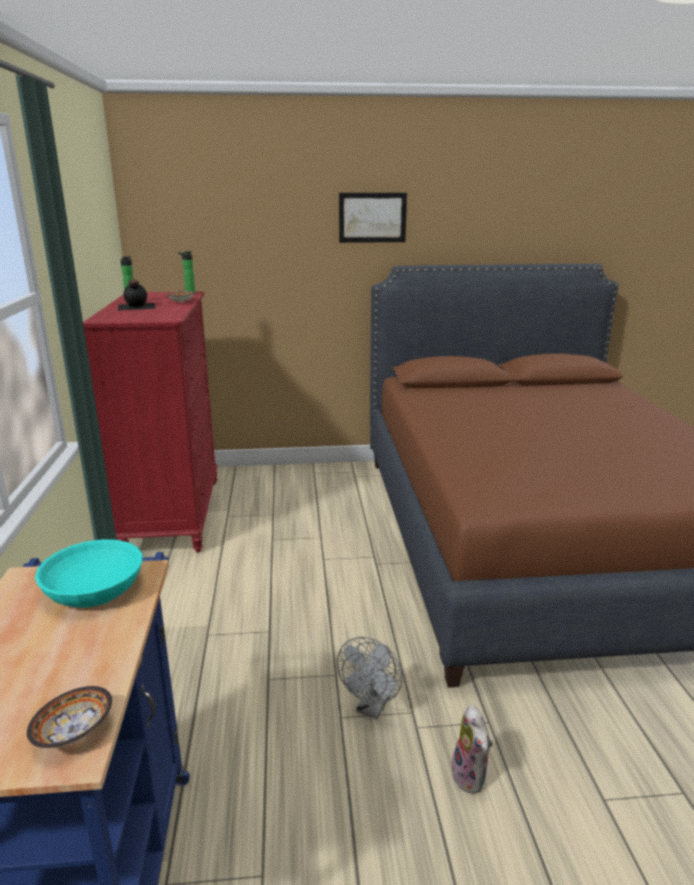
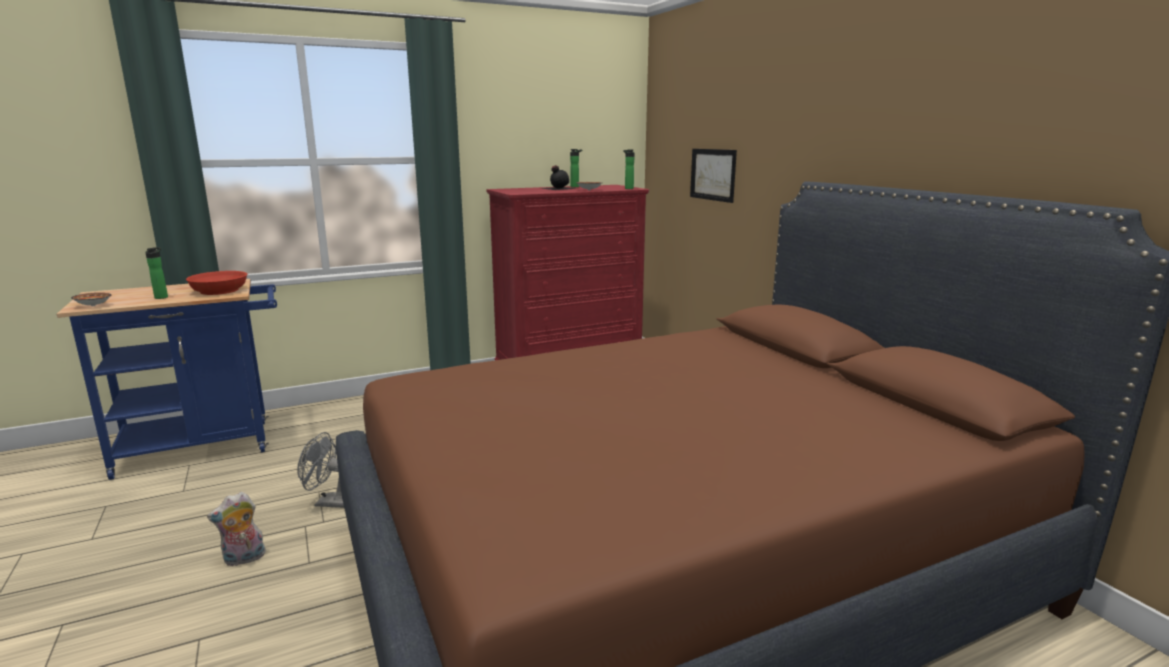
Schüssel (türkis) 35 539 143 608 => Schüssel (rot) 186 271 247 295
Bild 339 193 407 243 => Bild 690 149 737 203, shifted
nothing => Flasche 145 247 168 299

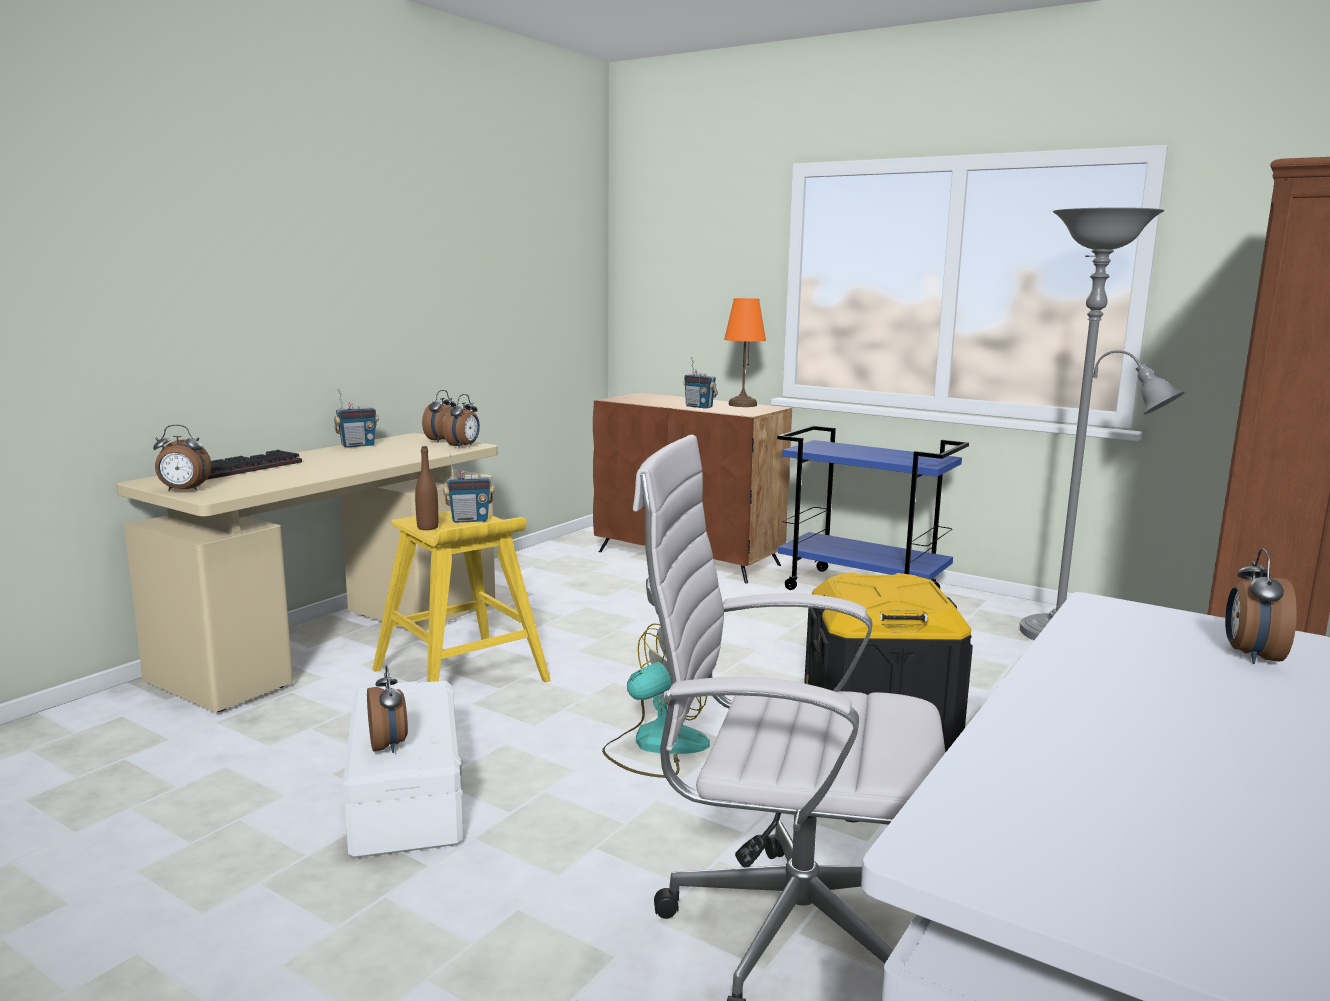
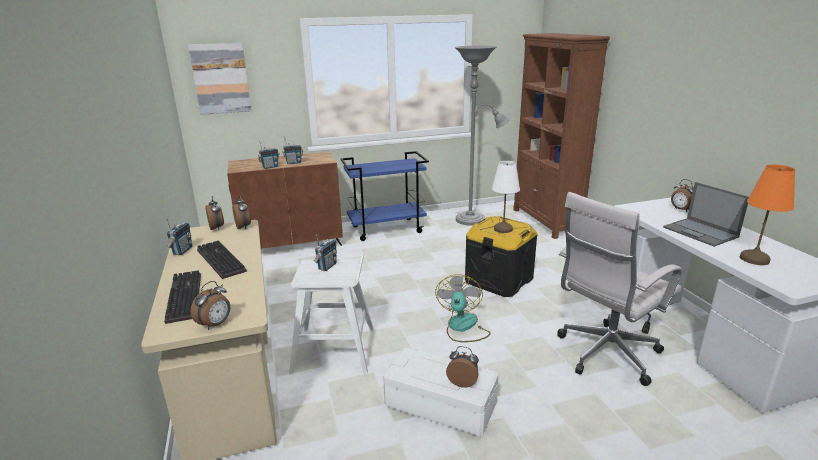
Hocker (gelb) 372 511 551 683 => Hocker (weiß) 289 254 374 374
Flasche (braun) 415 446 438 530 => nothing
Tischlampe (orange) 724 298 766 407 => Tischlampe (orange) 740 165 795 265, shifted
nothing => Bild 188 43 252 115
nothing => Tastatur 197 241 247 279
nothing => Radio 258 141 280 169
nothing => Tischlampe (weiß) 492 161 520 233
nothing => Laptop 663 182 749 247

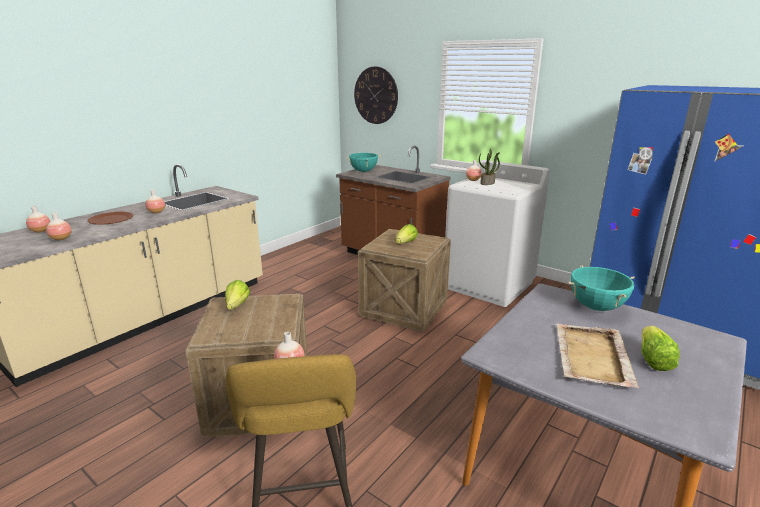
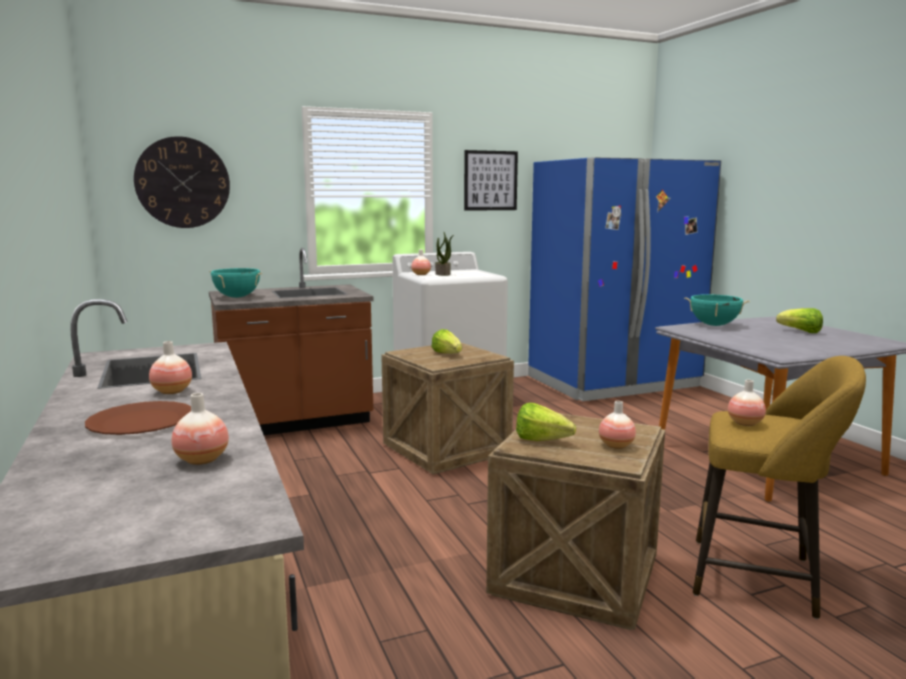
Vase 26 206 51 233 => Vase 599 401 636 449, shifted
Tablett (beige) 556 324 639 388 => nothing
nothing => Bild 464 150 518 211

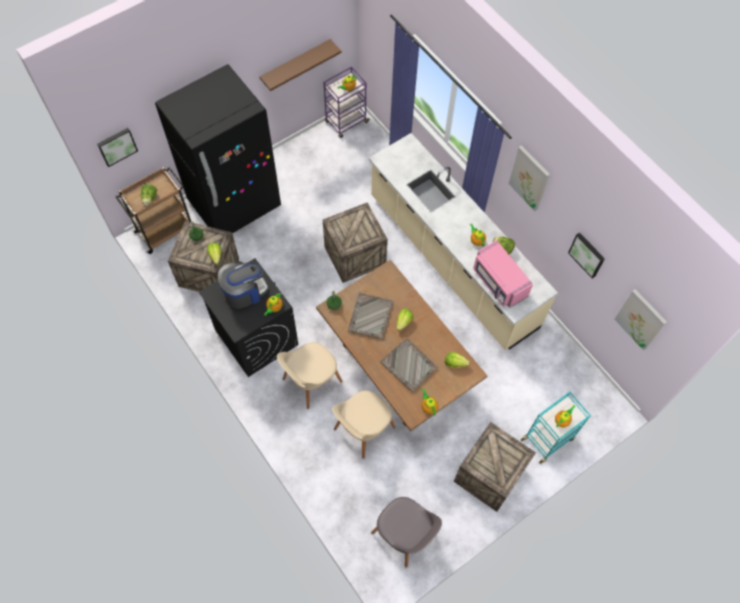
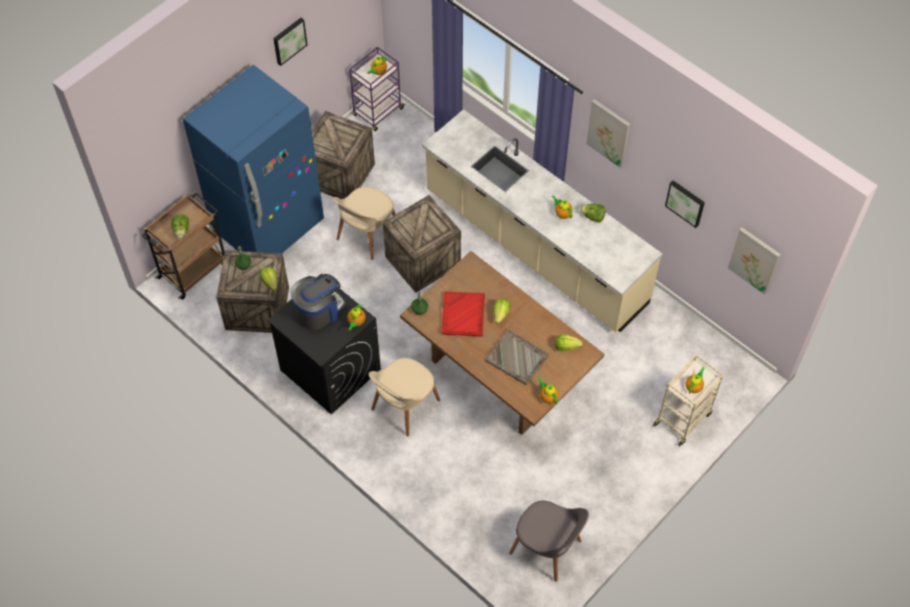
Bild 97 128 138 167 => Bild 273 18 307 66, shifted
Kühlschrank (schwarz) 155 64 281 233 => Kühlschrank (blau) 183 65 324 253
Wandregal (braun) 260 39 342 91 => nothing
Stuhl (beige) 333 390 395 459 => Stuhl (beige) 332 187 396 260, shifted
Tablett (grau) 348 292 394 340 => Tablett (rot) 442 291 485 337
Kiste 454 422 536 512 => Kiste 312 111 375 199, shifted
Mikrowelle (rosa) 473 240 533 308 => nothing
Rollwagen (türkis) 521 392 591 464 => Rollwagen (beige) 653 355 723 446

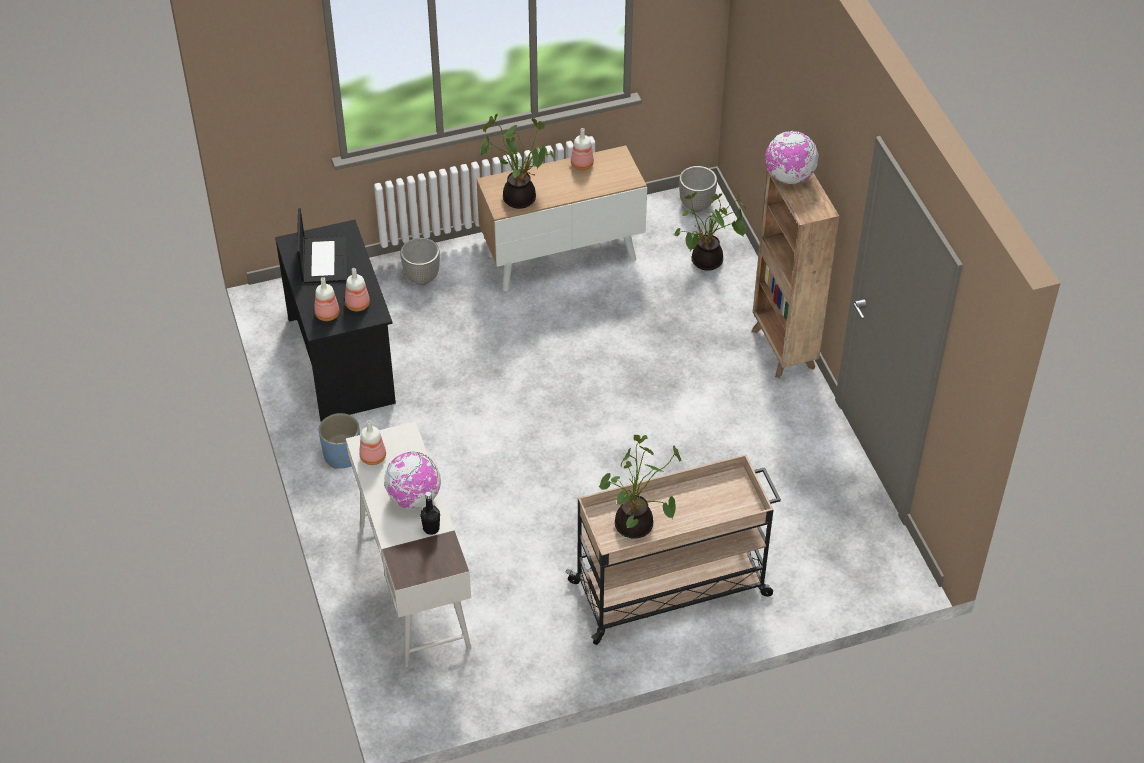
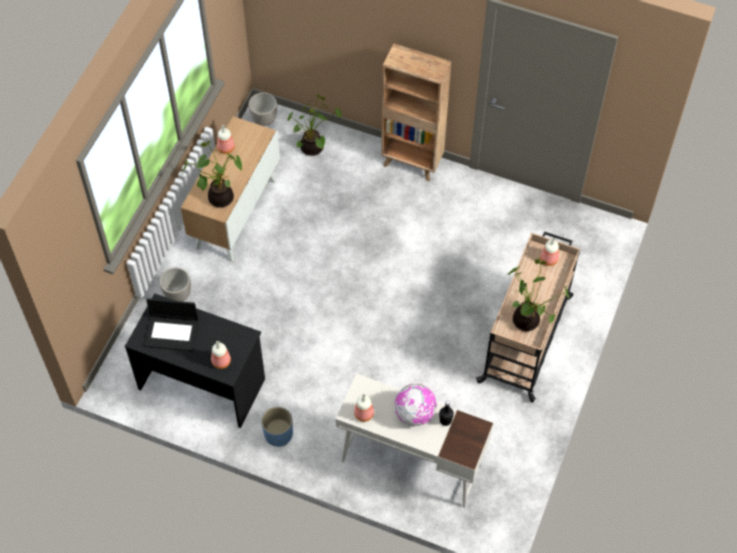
Laptop 297 208 347 284 => Laptop 144 298 199 351, 150 degrees clockwise
Flasche 345 268 370 311 => Flasche 540 237 559 266, shifted
Globus 765 131 819 184 => nothing

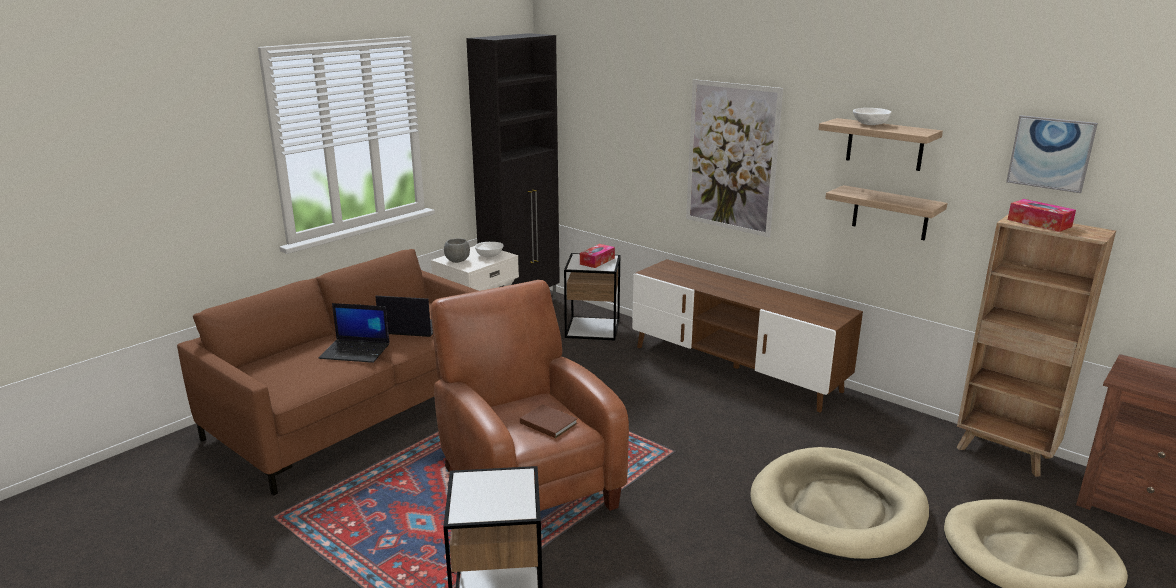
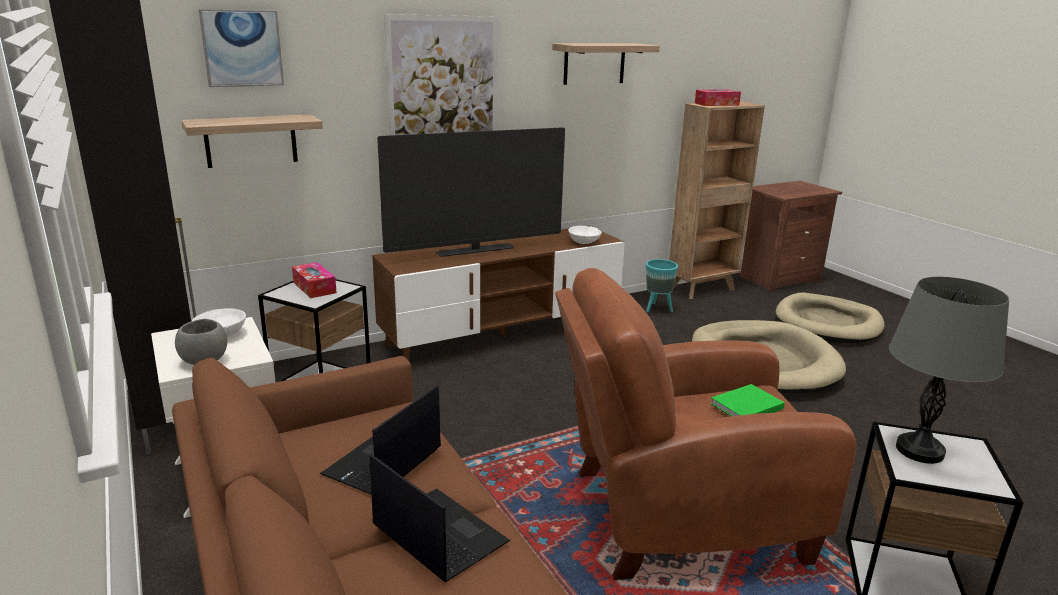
Laptop 318 303 390 363 => Laptop 370 454 510 582, 75 degrees counterclockwise
Buch (braun) 520 404 578 438 => Buch (grün) 711 384 785 416
Wandregal 825 185 947 240 => Wandregal 181 114 323 168, shifted
Schüssel (weiß) 853 108 891 125 => Schüssel (weiß) 568 226 602 244, shifted
Bild 1006 115 1098 193 => Bild 199 9 284 87, shifted
nothing => Fernseher 377 127 565 257
nothing => Pflanzkübel (türkis) 646 259 678 313
nothing => Tischlampe (grau) 889 277 1009 464

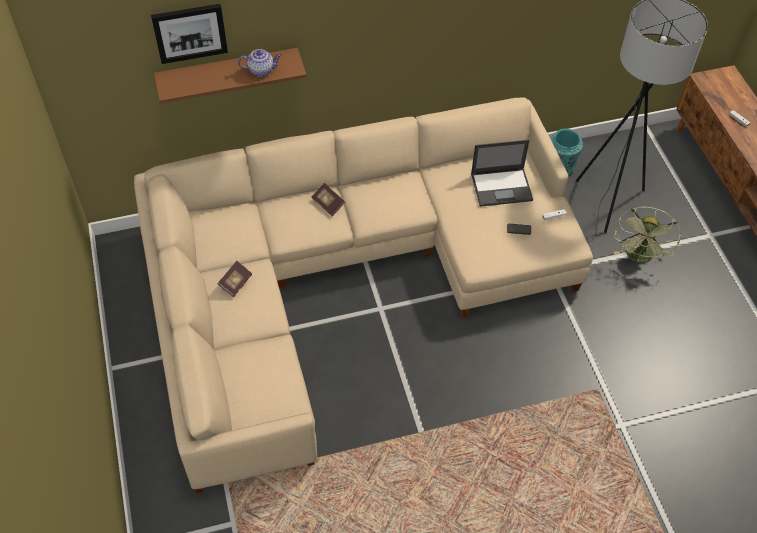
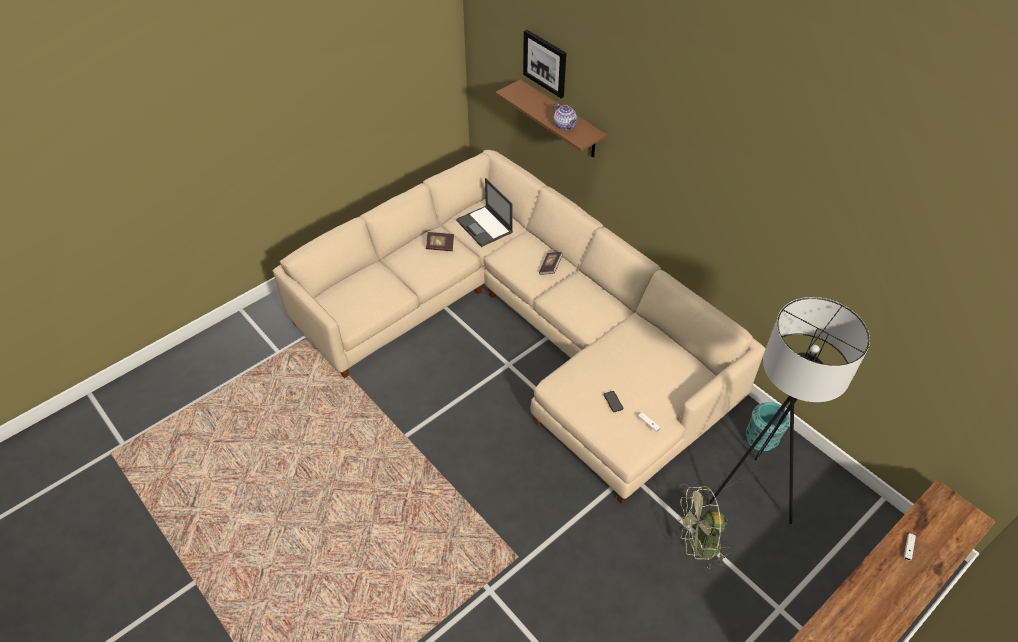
Laptop 471 140 533 207 => Laptop 456 178 513 247, shifted

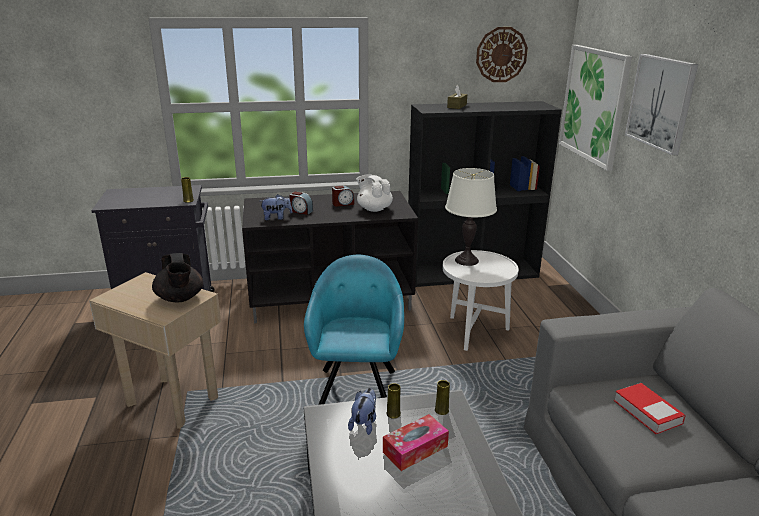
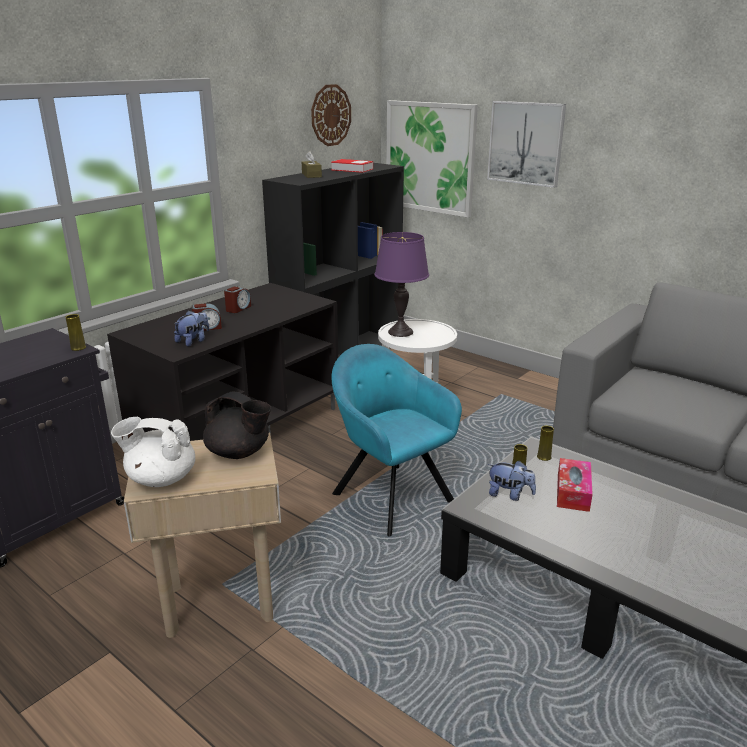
Plüschtier 348 388 376 435 => Plüschtier 488 461 536 501, 135 degrees clockwise
Teekanne (weiß) 356 174 393 212 => Teekanne (weiß) 111 417 195 487, shifted
Tischlampe (weiß) 445 168 497 266 => Tischlampe (lila) 374 232 429 337
Buch 614 383 686 434 => Buch 331 159 373 173, shifted

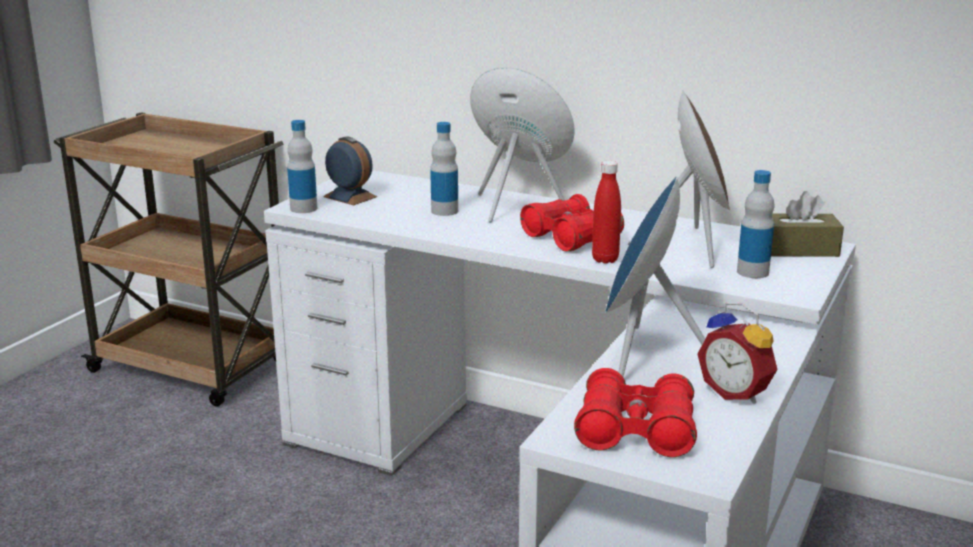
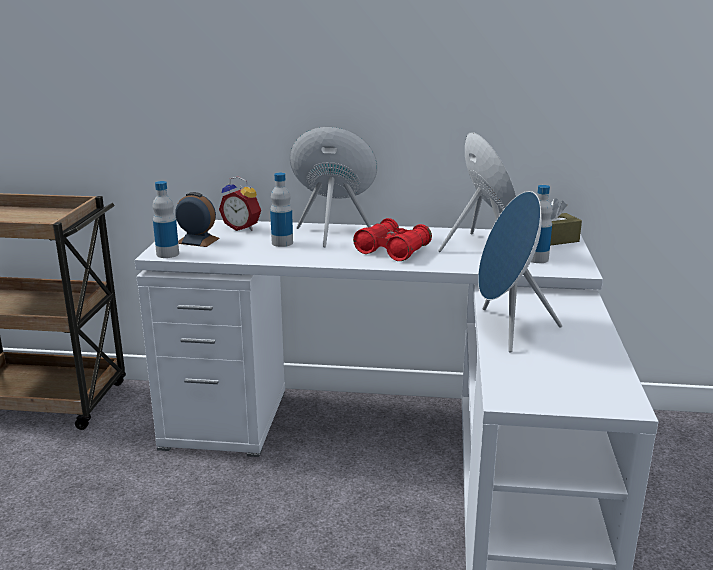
Fernglas (rot) 574 368 697 457 => nothing
Flasche (rot) 592 161 621 264 => nothing
Wecker 698 303 778 404 => Wecker 219 177 261 231, shifted

